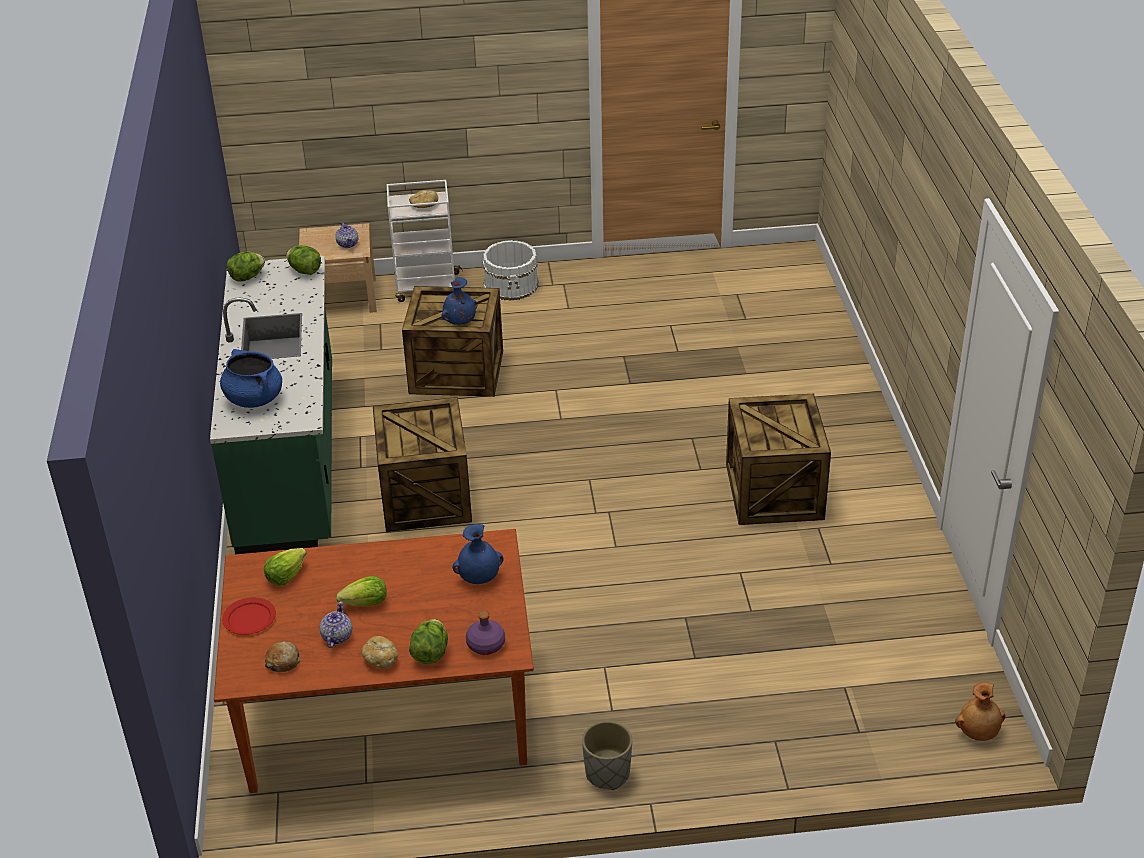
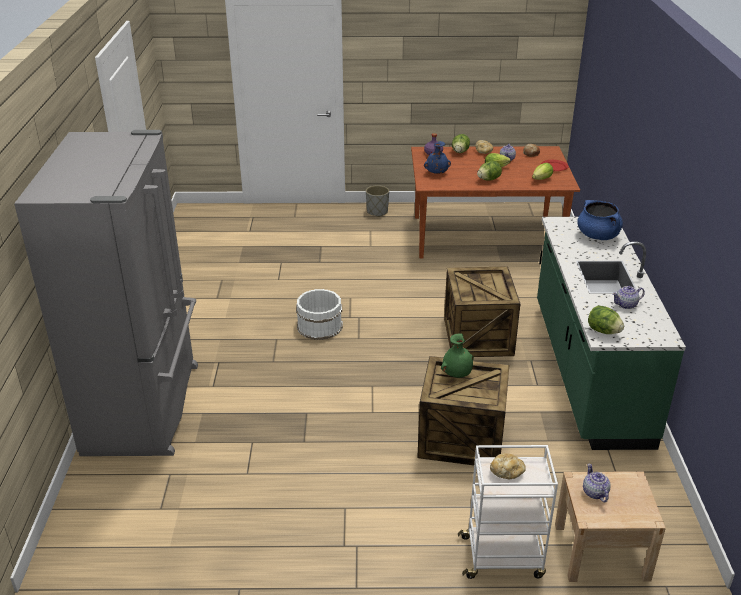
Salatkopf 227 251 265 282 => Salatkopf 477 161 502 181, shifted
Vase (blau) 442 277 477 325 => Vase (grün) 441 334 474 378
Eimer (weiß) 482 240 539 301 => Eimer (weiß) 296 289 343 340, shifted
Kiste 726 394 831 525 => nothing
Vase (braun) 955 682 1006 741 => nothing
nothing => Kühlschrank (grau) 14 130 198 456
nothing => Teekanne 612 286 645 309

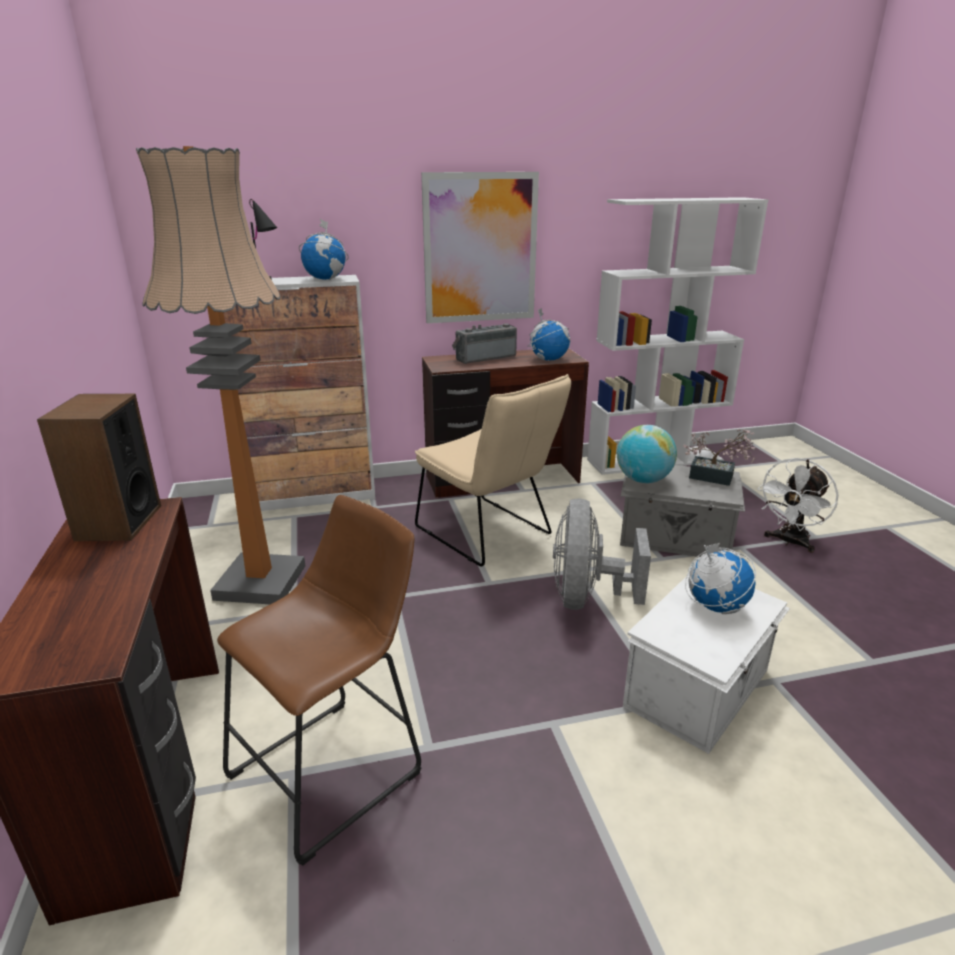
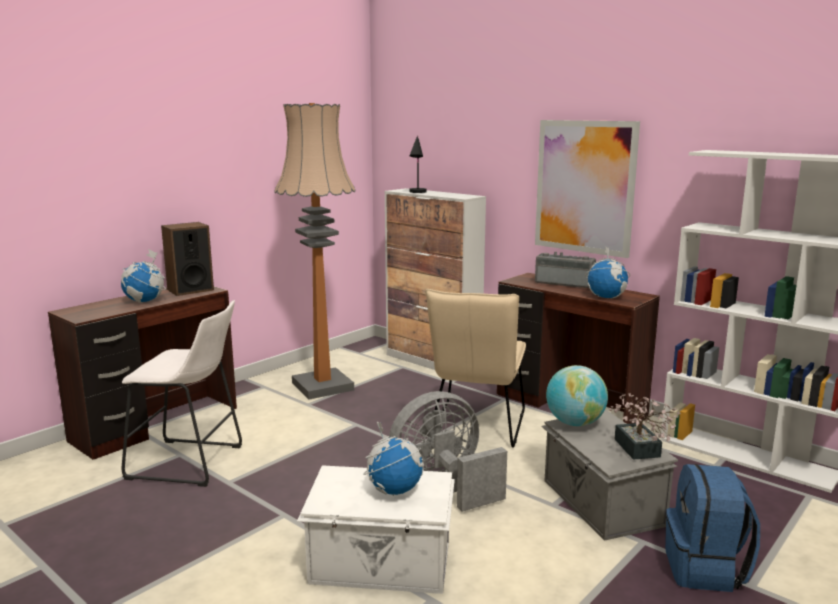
Hocker (braun) 217 495 421 866 => Hocker (weiß) 122 300 242 487
Globus 299 219 349 280 => Globus 121 249 166 303, shifted
Ventilator (weiß) 758 458 839 553 => Rucksack (blau) 665 464 760 592

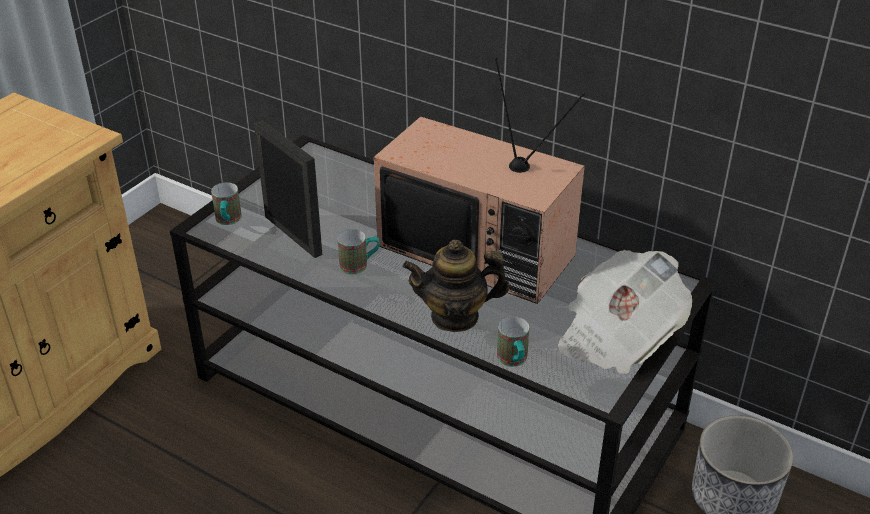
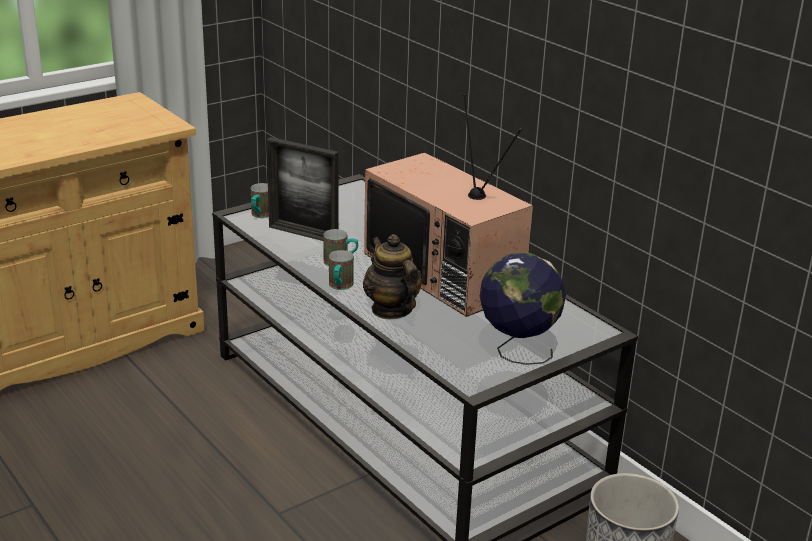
Bilderrahmen 254 120 322 258 => Bilderrahmen 266 137 339 241, 135 degrees clockwise
Teekanne 402 240 509 332 => Teekanne 363 234 422 319, 45 degrees clockwise
Henkelbecher 497 316 529 367 => Henkelbecher 329 250 354 290, shifted
Zeitung 558 250 692 374 => Globus 480 253 566 365

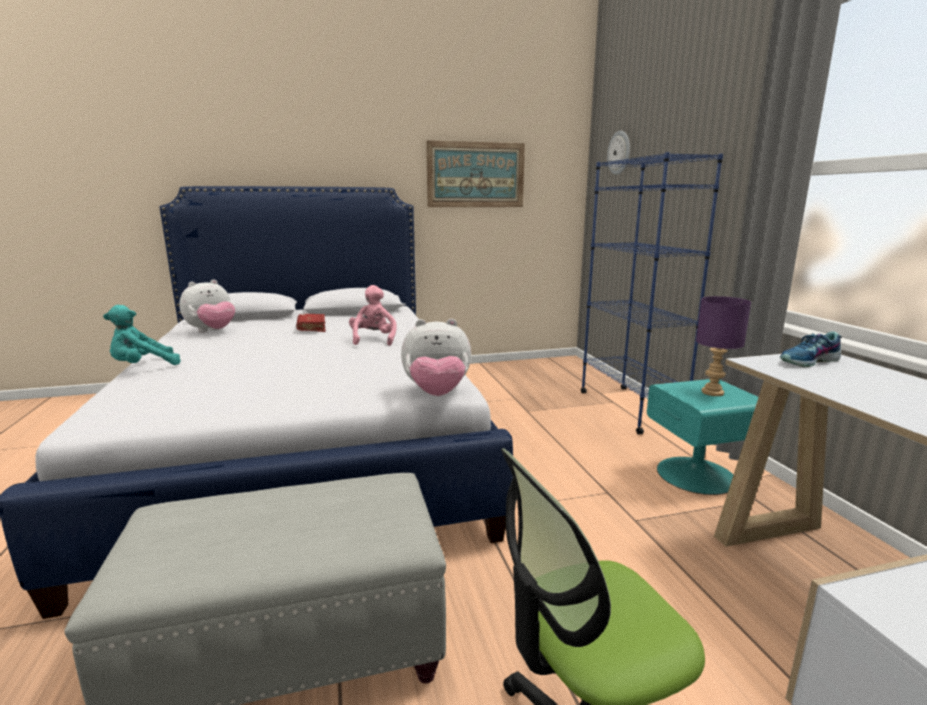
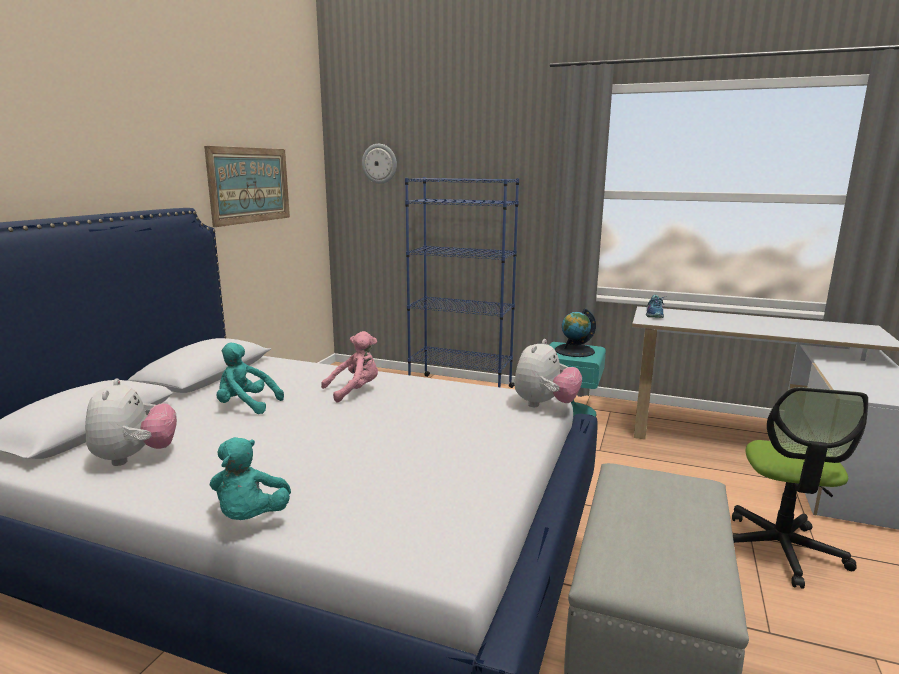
Buch (rot) 296 314 326 332 => Plüschtier (türkis) 217 343 284 414
Plüschtier (rosa) 349 285 397 346 => Plüschtier (rosa) 321 331 378 402, 120 degrees clockwise
Tischlampe (lila) 696 296 751 396 => Globus 555 308 596 357

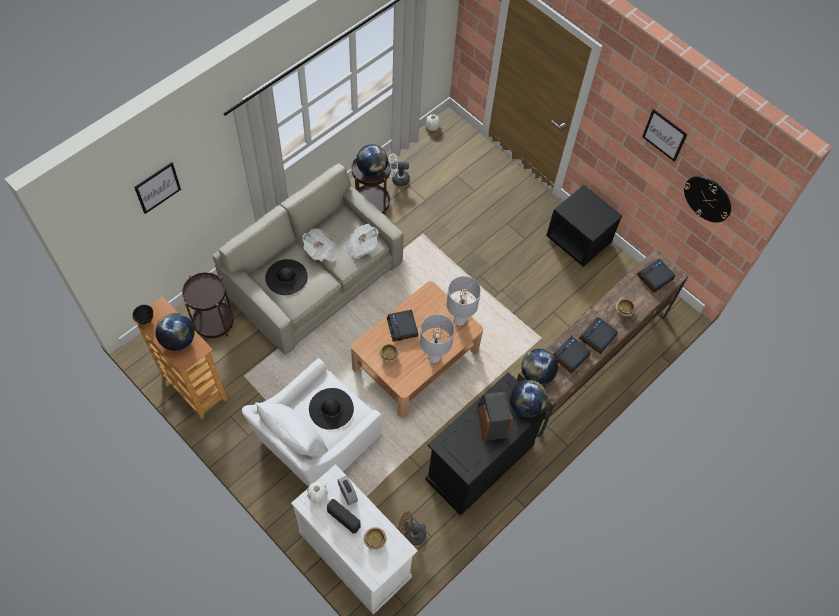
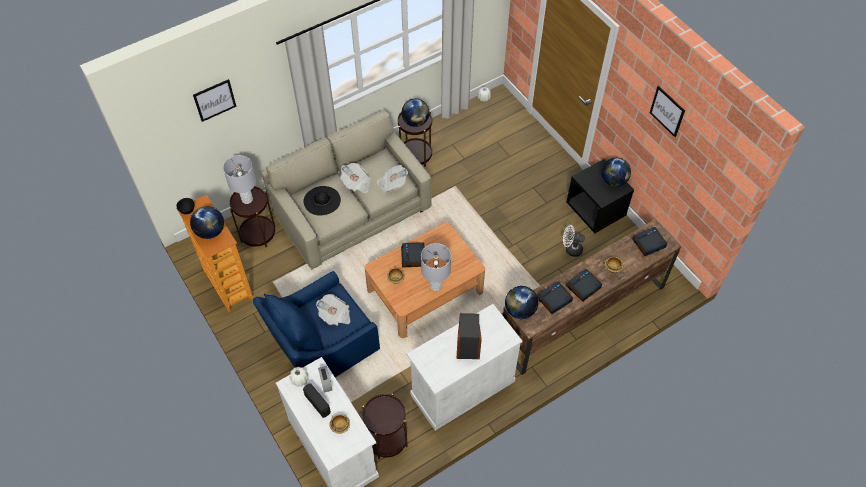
Sessel (weiß) 242 358 382 487 => Sessel (blau) 253 271 380 377
Hut (schwarz) 309 388 354 430 => Zeitung 316 294 350 326
Ventilator (weiß) 388 153 410 186 => Ventilator (weiß) 563 225 585 257, shifted
Ventilator (braun) 399 511 426 545 => Beistelltisch (braun) 362 393 408 460
Schrank (schwarz) 425 372 549 515 => Schrank (weiß) 407 304 523 431
Tischlampe (grau) 446 276 481 326 => Tischlampe (grau) 223 155 256 204, shifted
Globus 510 380 548 417 => Globus 601 158 631 187, shifted
Wanduhr 684 176 731 223 => nothing

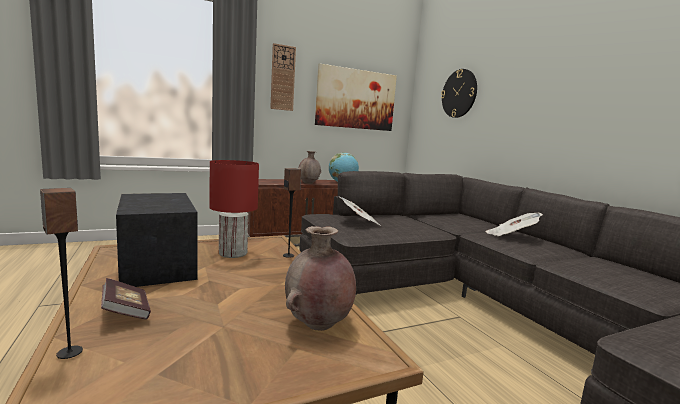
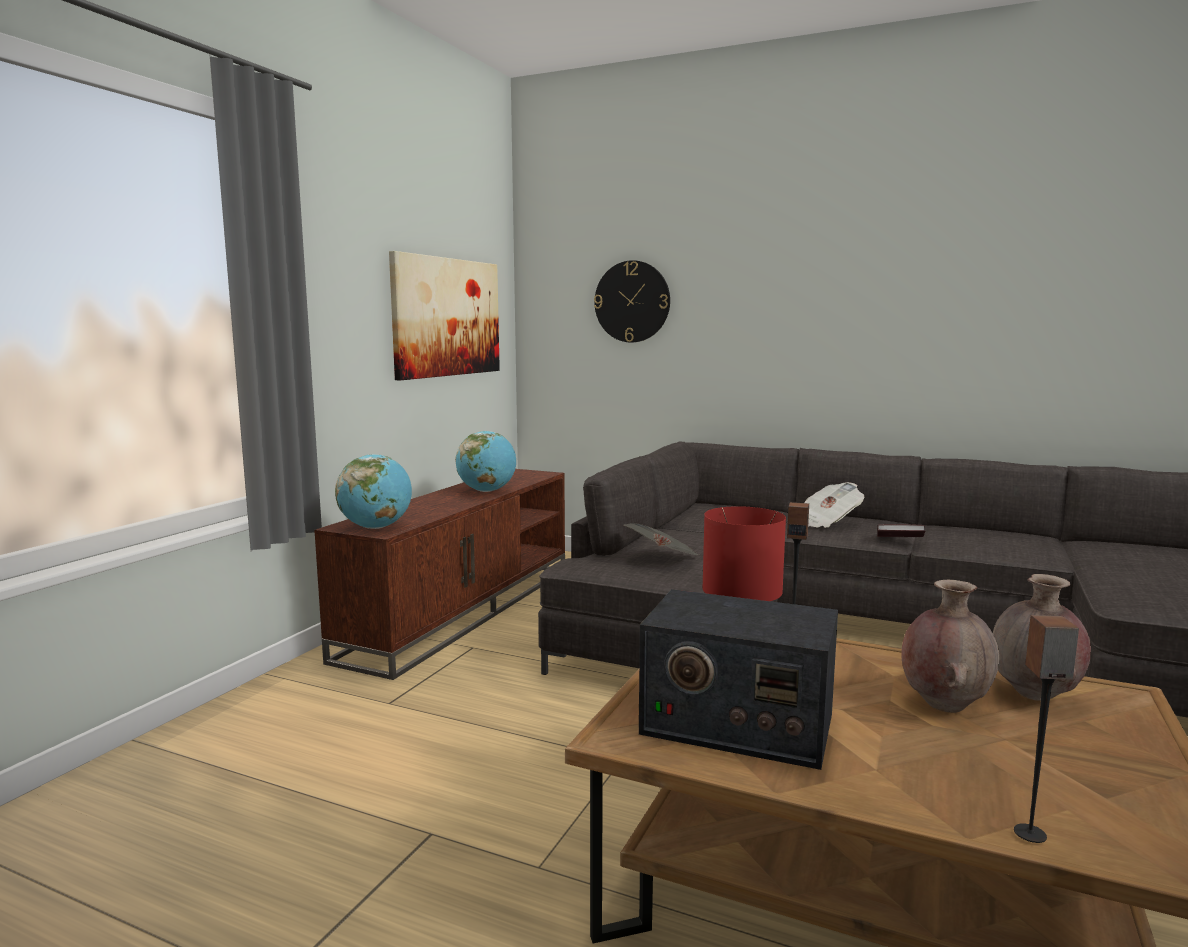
Buch 101 278 151 320 => Buch 877 524 925 537, shifted
Wanduhr 270 43 296 111 => nothing
Vase (braun) 298 151 321 184 => Vase (braun) 902 580 999 713, shifted
nothing => Globus 335 454 412 529

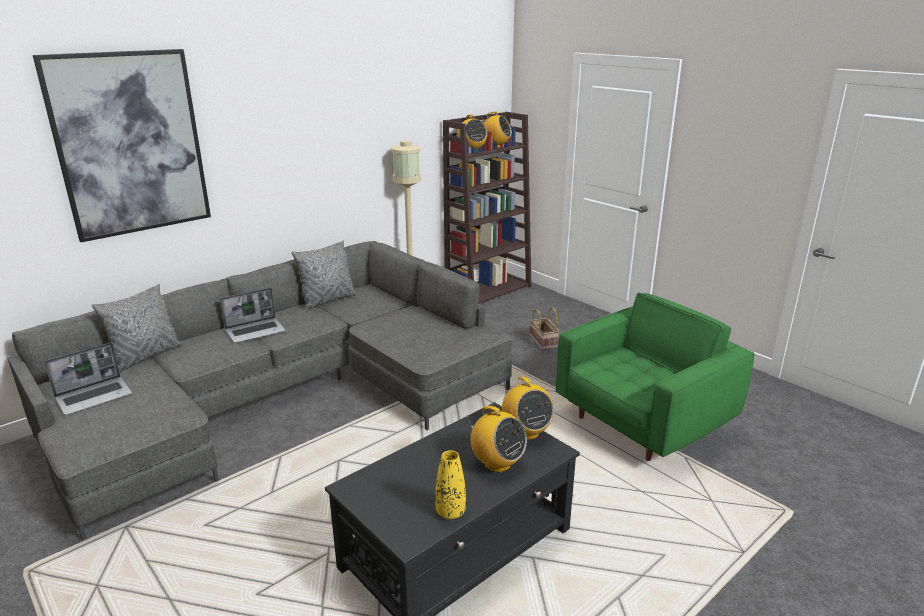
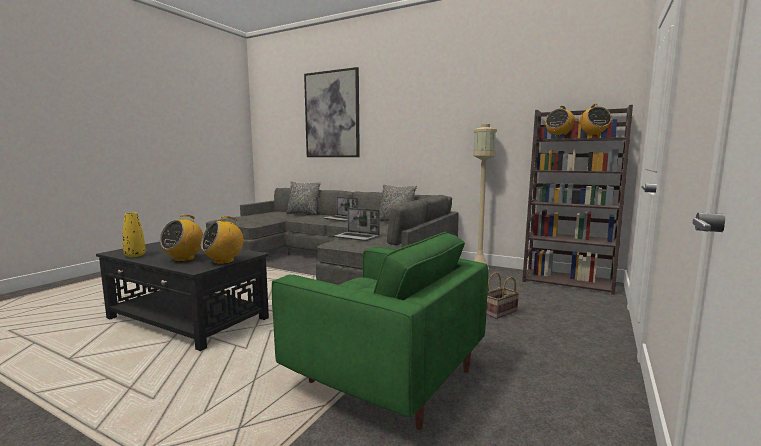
Laptop 44 342 132 415 => Laptop 334 208 380 241, shifted

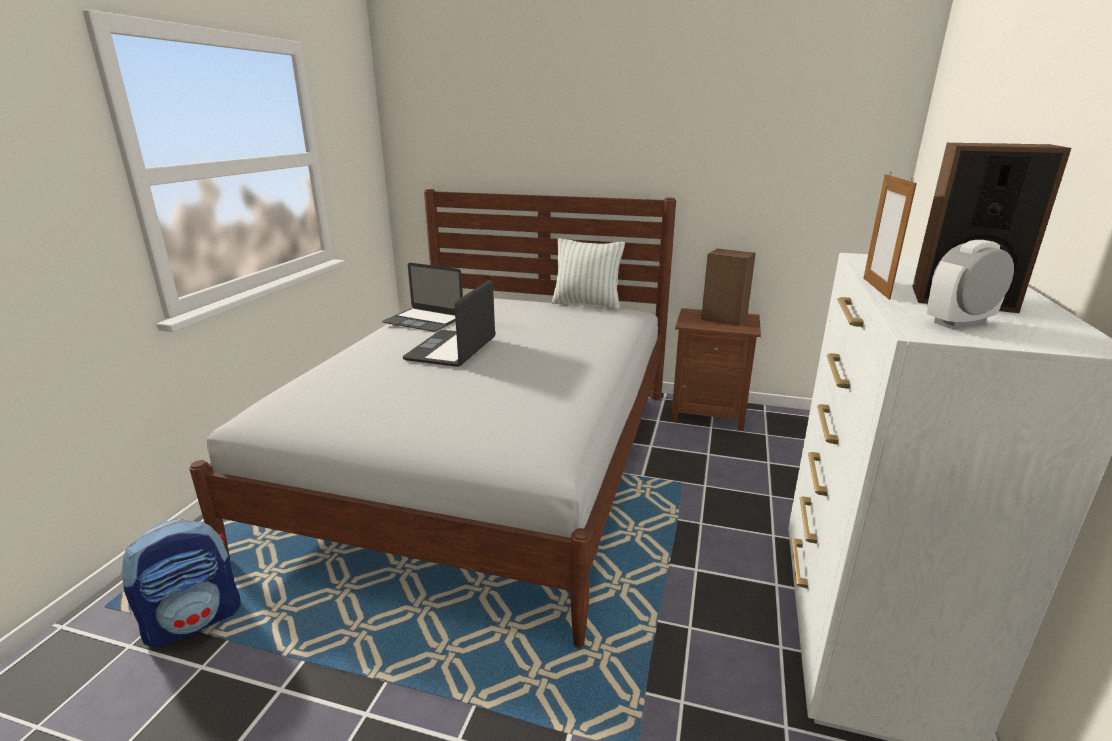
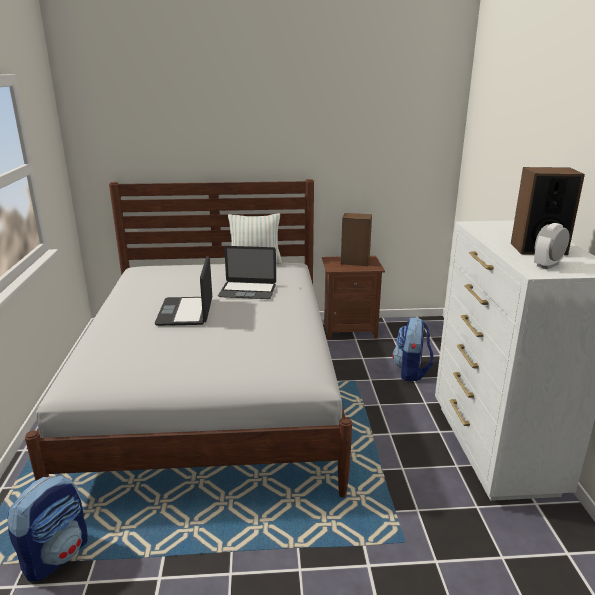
Laptop 382 263 463 332 => Laptop 218 246 276 299, shifted
Bilderrahmen 863 172 917 300 => nothing
nothing => Rucksack 392 317 433 381

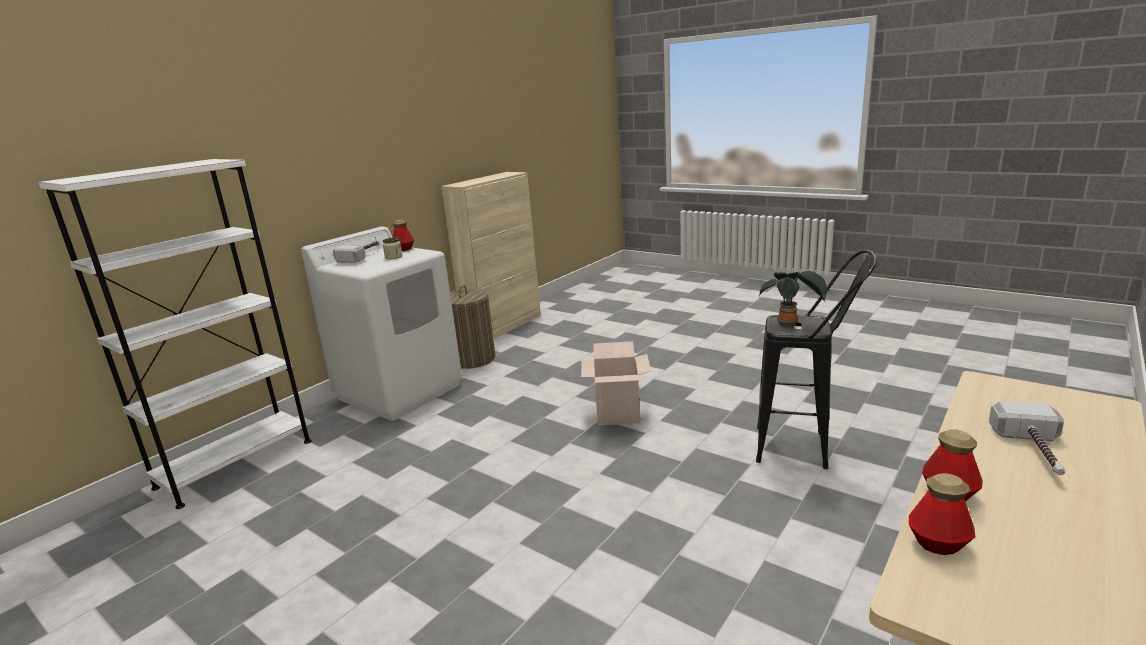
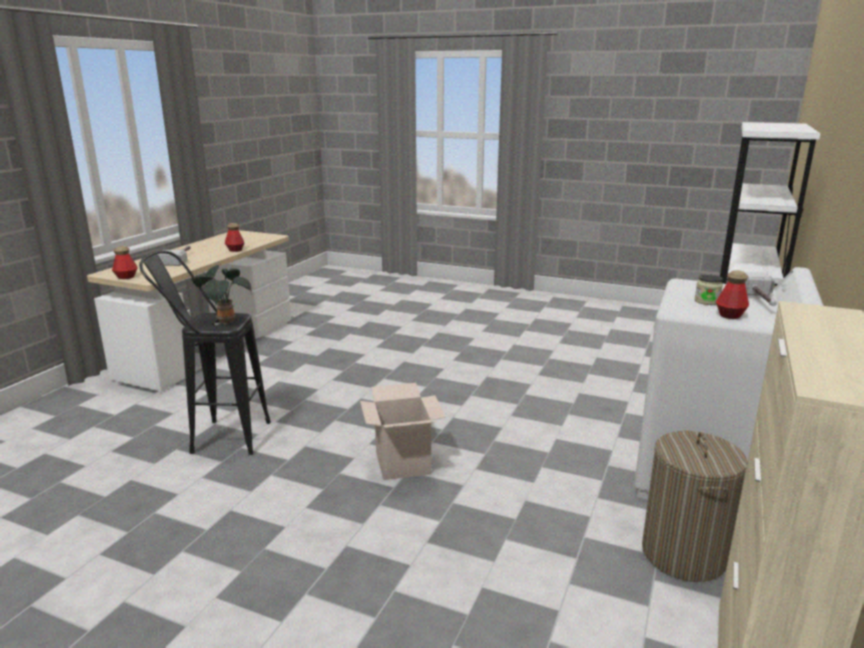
Flasche 909 473 975 555 => Flasche 112 246 138 279, shifted

